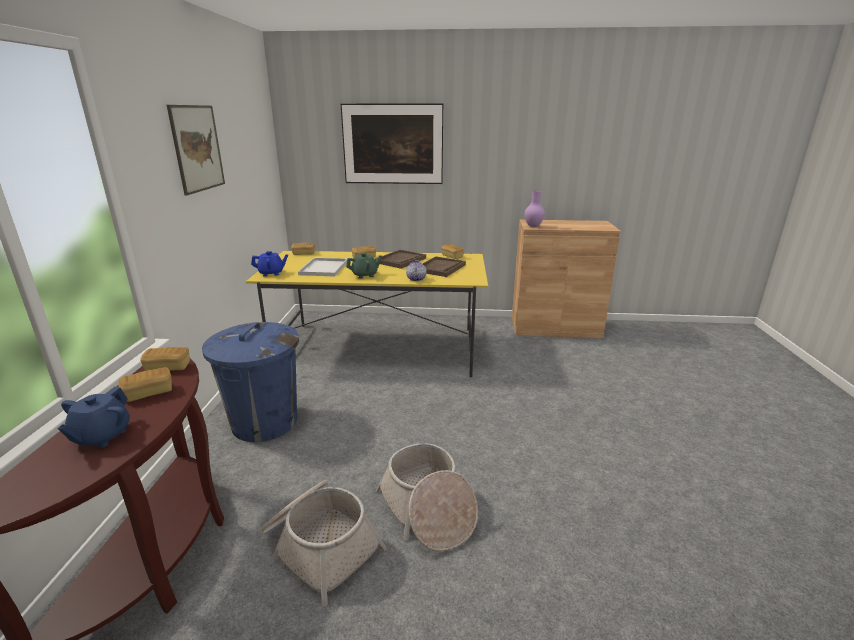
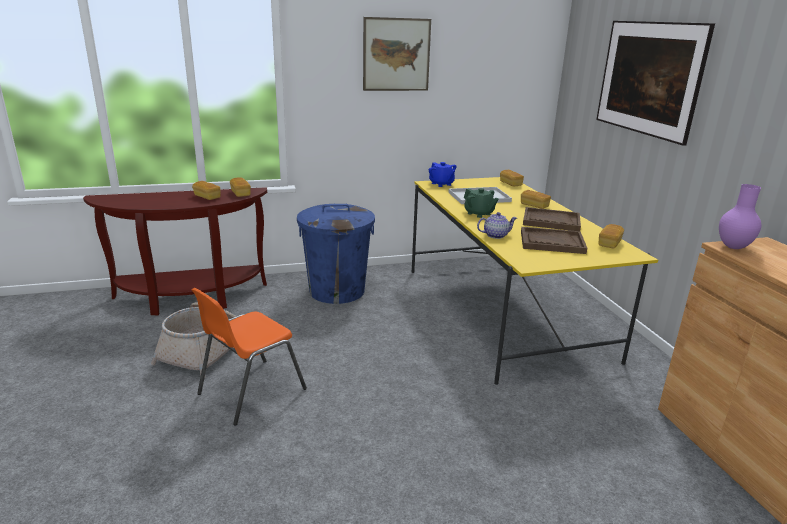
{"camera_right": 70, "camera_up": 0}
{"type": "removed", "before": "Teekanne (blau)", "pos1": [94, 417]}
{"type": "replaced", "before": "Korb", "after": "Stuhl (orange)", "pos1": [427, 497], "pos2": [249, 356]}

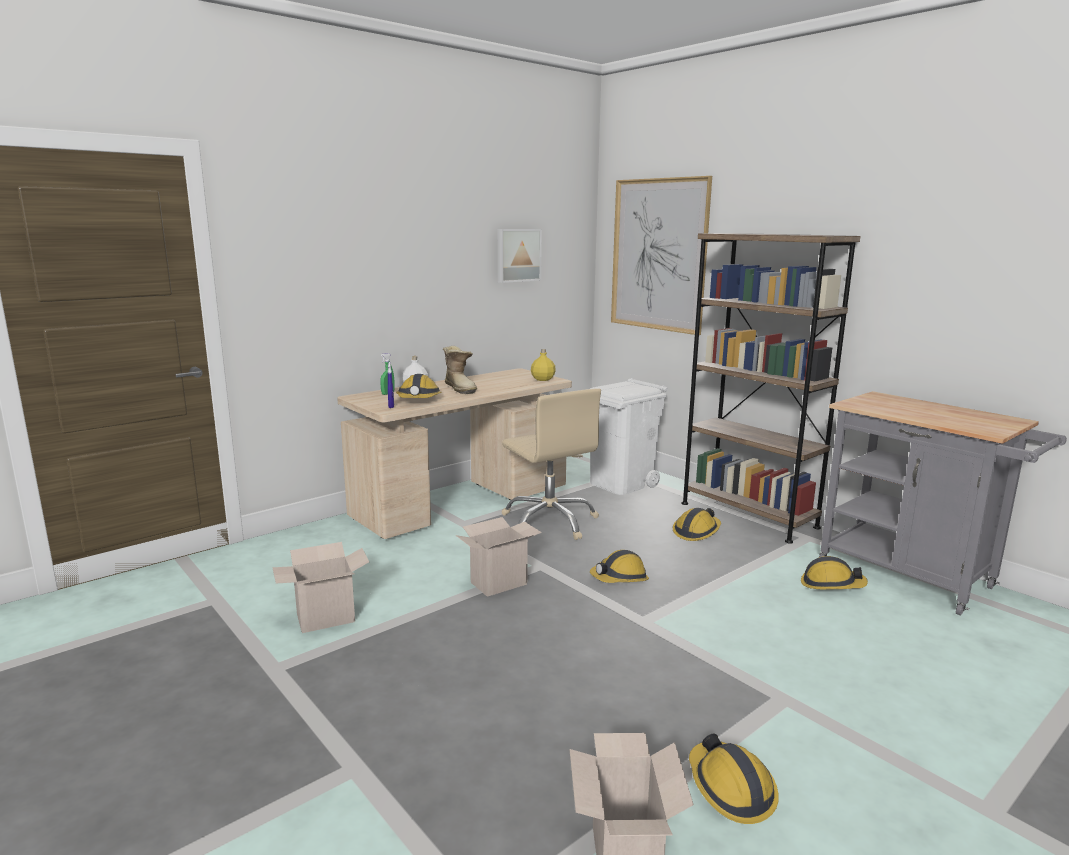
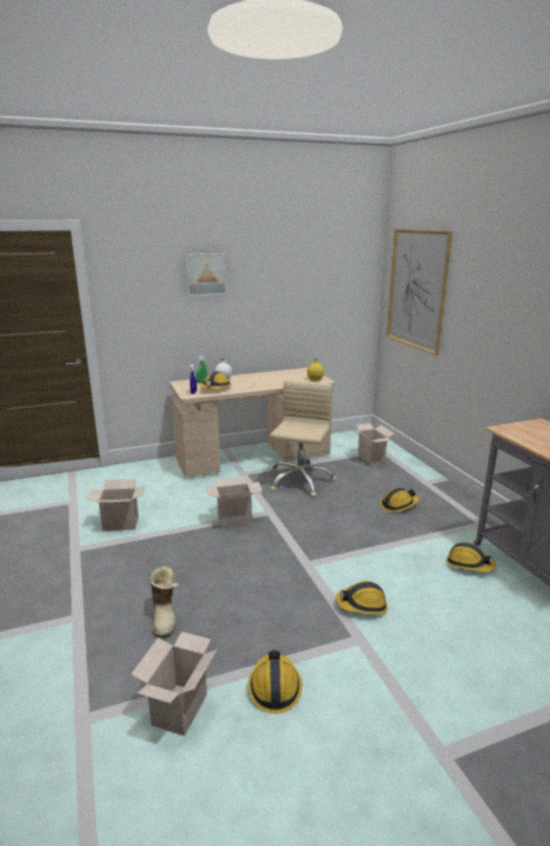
{"camera_right": 20, "camera_up": 5}
{"type": "moved", "before": "Stiefel", "pos1": [460, 370], "pos2": [164, 602]}
{"type": "moved", "before": "Bild", "pos1": [520, 256], "pos2": [206, 274]}
{"type": "turned", "before": "Bürostuhl (beige)", "pos1": [551, 464], "pos2": [303, 438], "turn": -150}
{"type": "replaced", "before": "Mülleimer (weiß)", "after": "Karton", "pos1": [629, 436], "pos2": [373, 444]}
{"type": "moved", "before": "Schutzhelm", "pos1": [619, 566], "pos2": [362, 597]}
{"type": "removed", "before": "Bücherregal (braun)", "pos1": [771, 388]}

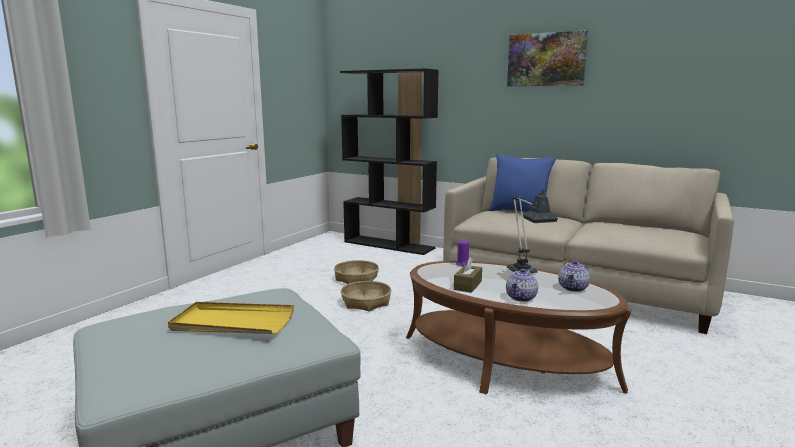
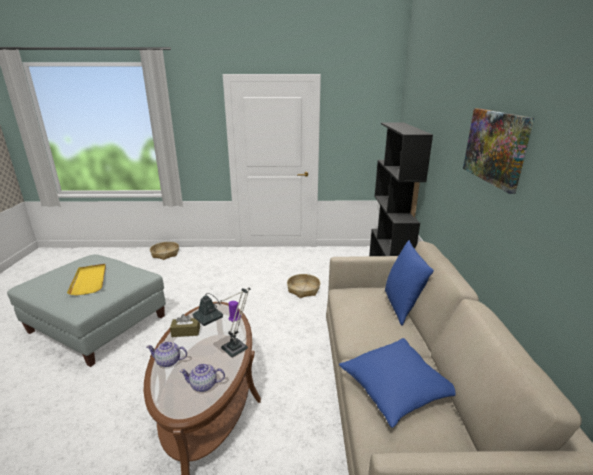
{"camera_right": 60, "camera_up": 10}
{"type": "moved", "before": "Korb", "pos1": [366, 296], "pos2": [164, 251]}
{"type": "added", "after": "Kissen (blau)", "pos2": [397, 383]}

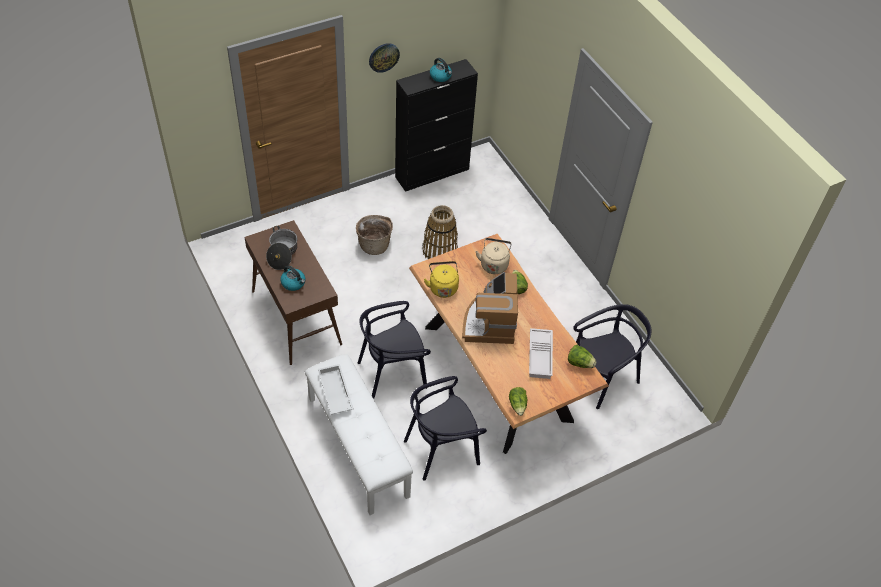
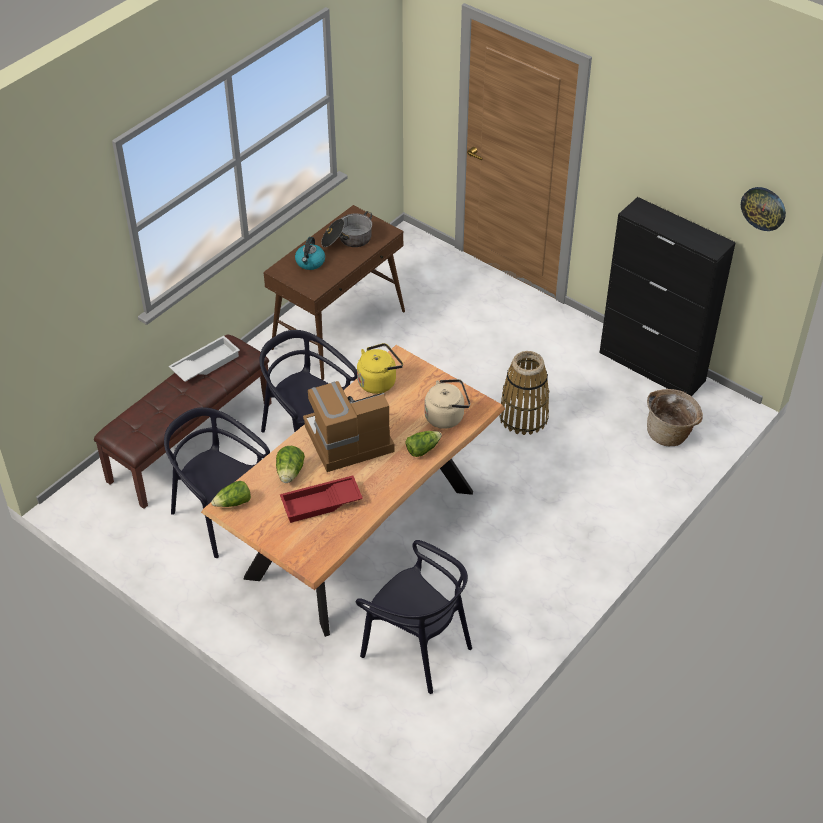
{"camera_right": 70, "camera_up": -5}
{"type": "recoloured", "before": "Bank (weiß)", "after": "Bank (braun)", "pos1": [359, 434], "pos2": [183, 421]}
{"type": "moved", "before": "Korb", "pos1": [374, 235], "pos2": [675, 417]}
{"type": "moved", "before": "Wanduhr", "pos1": [384, 58], "pos2": [763, 209]}
{"type": "removed", "before": "Wasserkessel", "pos1": [441, 70]}
{"type": "recoloured", "before": "Tablett (weiß)", "after": "Tablett (rot)", "pos1": [541, 353], "pos2": [321, 499]}
{"type": "moved", "before": "Salatkopf", "pos1": [582, 356], "pos2": [290, 464]}

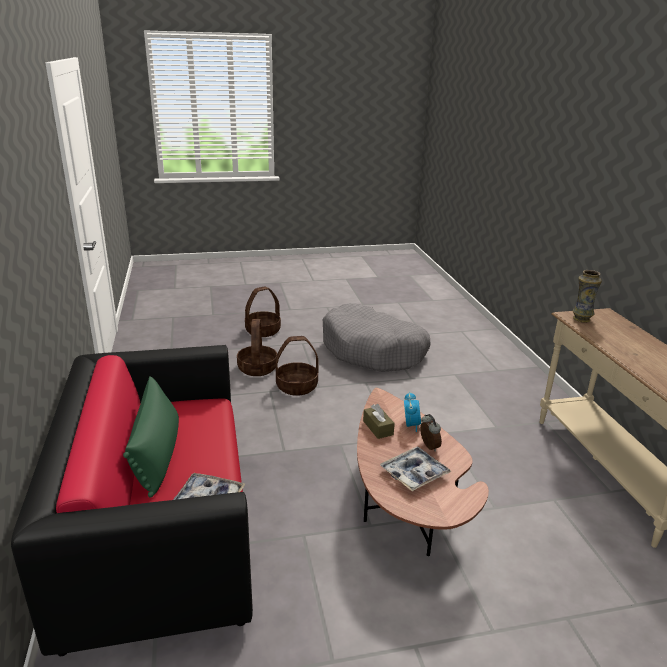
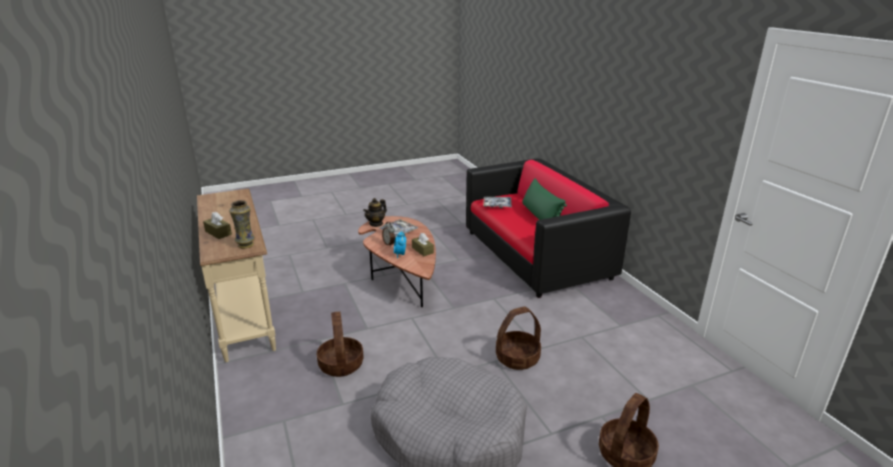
{"camera_right": 170, "camera_up": 0}
{"type": "moved", "before": "Korb", "pos1": [257, 347], "pos2": [340, 344]}
{"type": "added", "after": "Taschentuchbox (braun)", "pos2": [217, 225]}
{"type": "added", "after": "Teekanne", "pos2": [375, 212]}

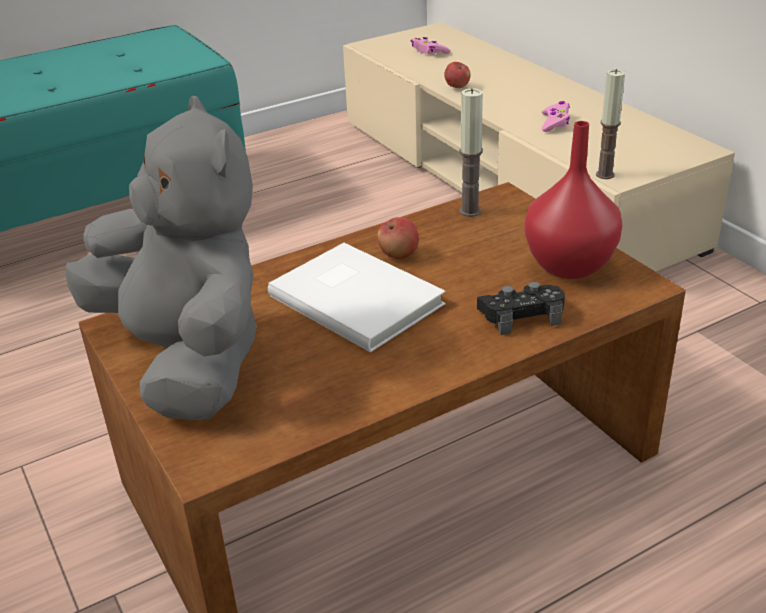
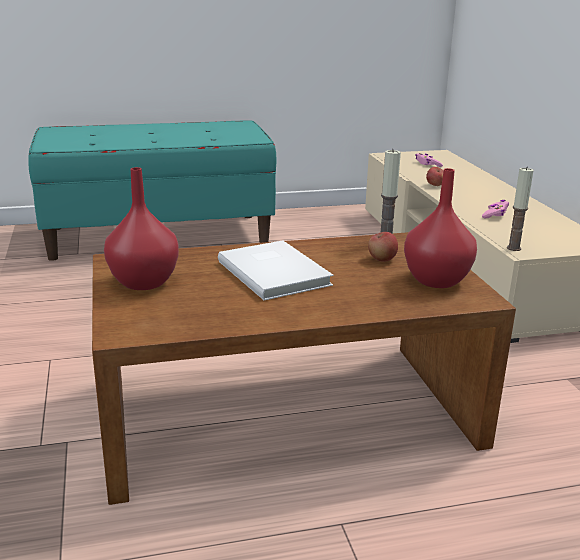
{"camera_right": 15, "camera_up": -10}
{"type": "replaced", "before": "Plüschtier (grau)", "after": "Vase (rot)", "pos1": [161, 258], "pos2": [141, 228]}
{"type": "moved", "before": "Apfel", "pos1": [398, 238], "pos2": [383, 247]}
{"type": "removed", "before": "Gamepad (schwarz)", "pos1": [521, 308]}

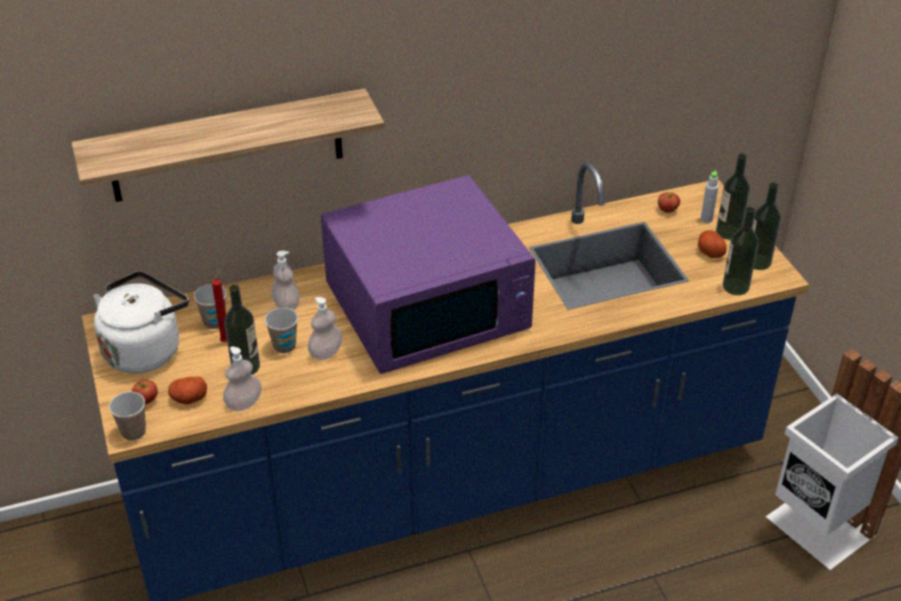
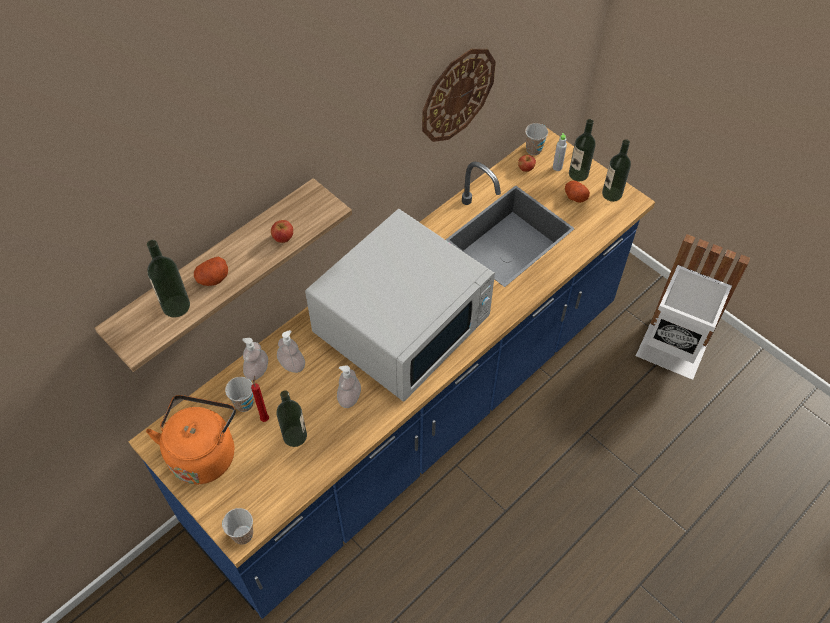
{"camera_right": -25, "camera_up": 15}
{"type": "recoloured", "before": "Wasserkessel (weiß)", "after": "Wasserkessel (orange)", "pos1": [141, 322], "pos2": [191, 439]}
{"type": "moved", "before": "Apfel", "pos1": [145, 392], "pos2": [282, 231]}
{"type": "moved", "before": "Kartoffel", "pos1": [187, 391], "pos2": [211, 271]}
{"type": "moved", "before": "Seifenspender", "pos1": [242, 378], "pos2": [255, 359]}
{"type": "moved", "before": "Tasse", "pos1": [281, 331], "pos2": [536, 139]}
{"type": "recoloured", "before": "Mikrowelle (lila)", "after": "Mikrowelle (weiß)", "pos1": [428, 274], "pos2": [400, 305]}
{"type": "moved", "before": "Flasche", "pos1": [741, 251], "pos2": [168, 279]}
{"type": "added", "after": "Wanduhr", "pos2": [459, 95]}

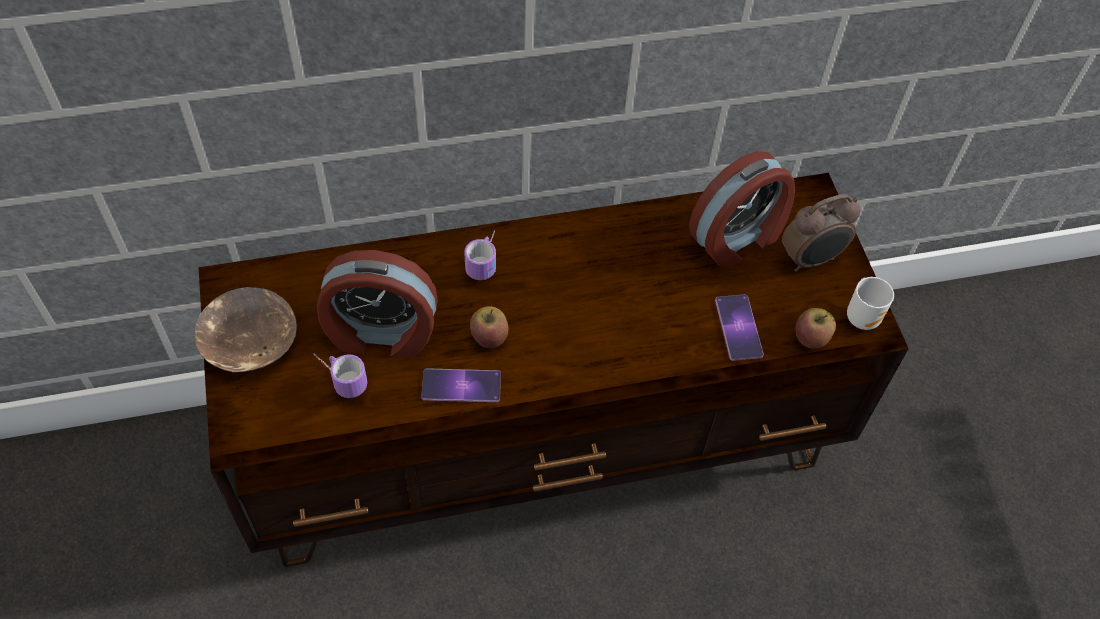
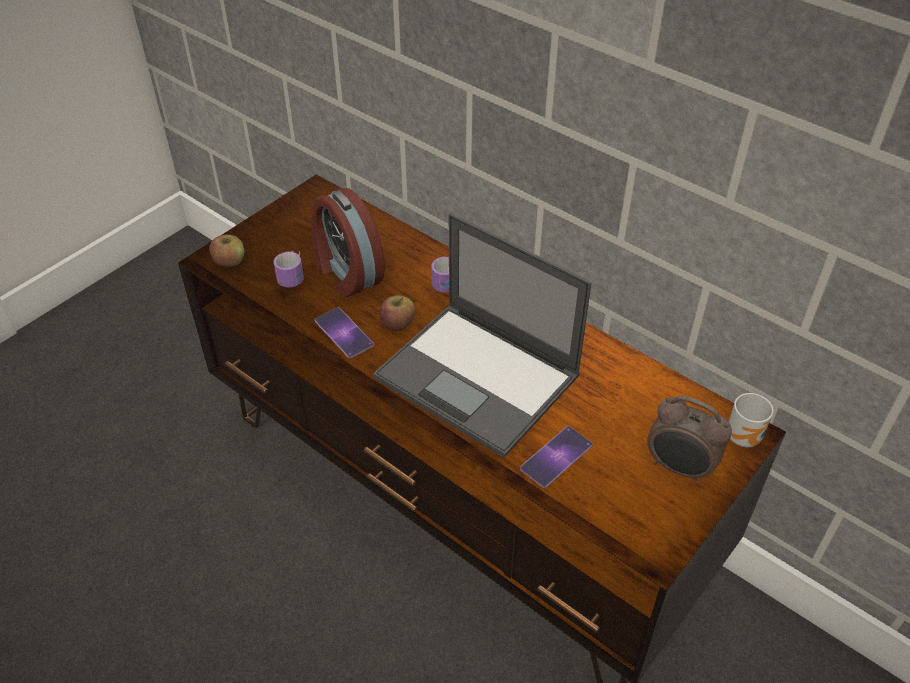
{"camera_right": 55, "camera_up": -10}
{"type": "removed", "before": "Schüssel (braun)", "pos1": [246, 330]}
{"type": "removed", "before": "Wecker", "pos1": [742, 209]}
{"type": "moved", "before": "Apfel", "pos1": [816, 328], "pos2": [226, 250]}
{"type": "moved", "before": "Henkelbecher", "pos1": [870, 303], "pos2": [751, 420]}
{"type": "added", "after": "Laptop", "pos2": [482, 335]}

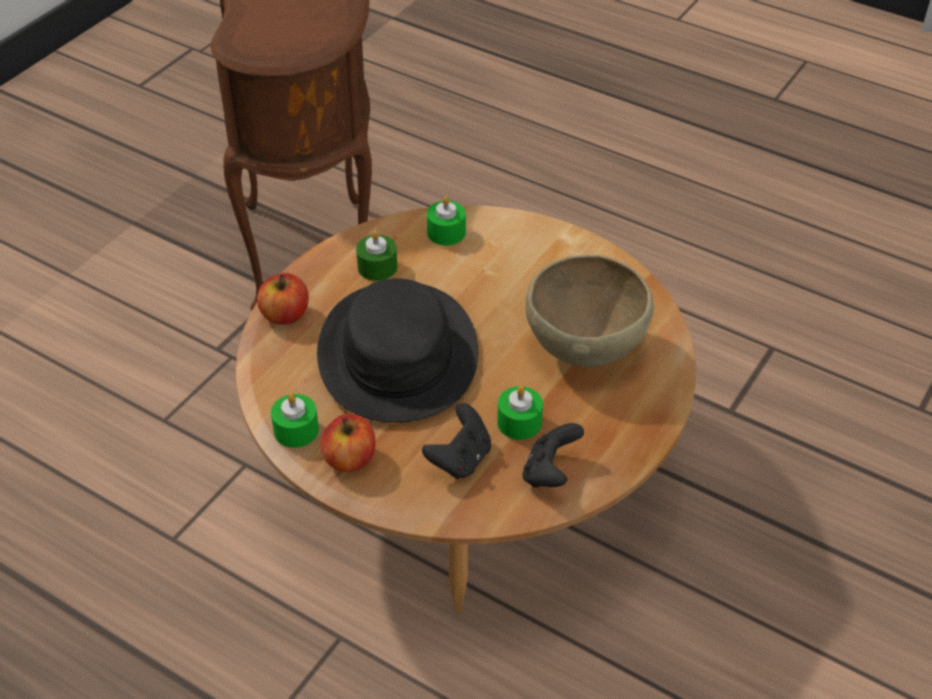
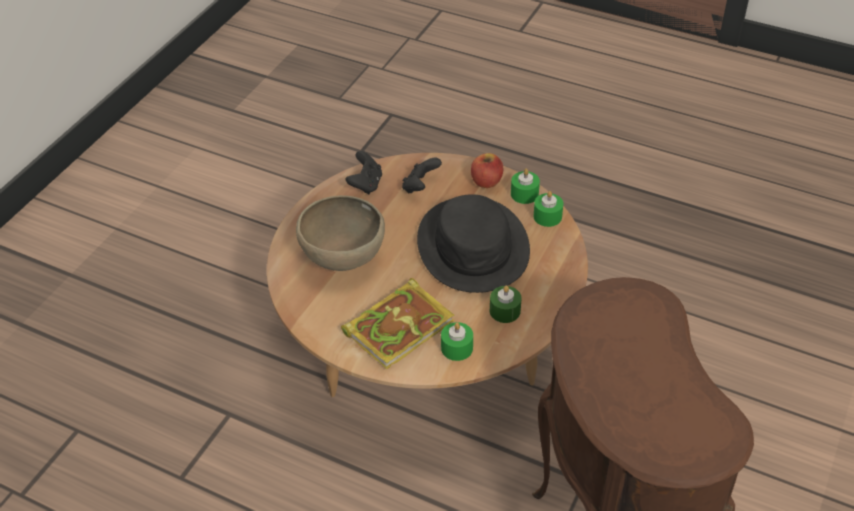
{"camera_right": 175, "camera_up": 0}
{"type": "removed", "before": "Apfel", "pos1": [283, 299]}
{"type": "moved", "before": "Kerze (grün)", "pos1": [520, 413], "pos2": [548, 209]}
{"type": "added", "after": "Buch", "pos2": [397, 323]}

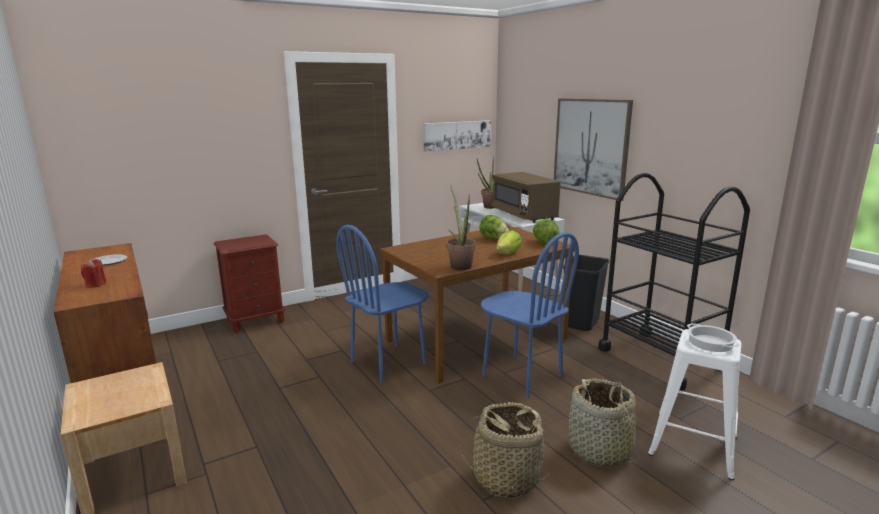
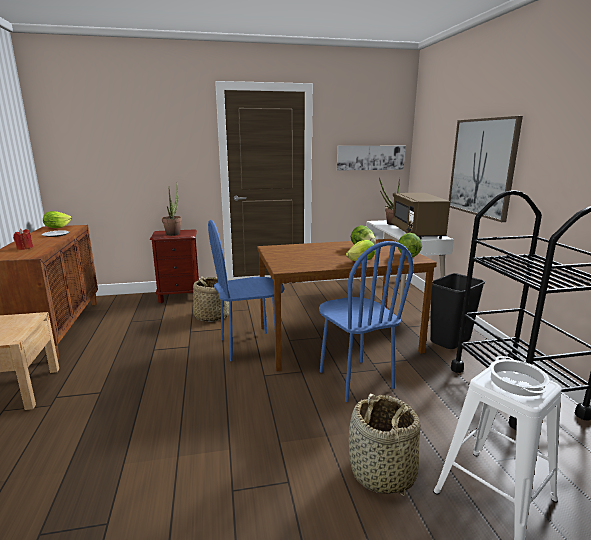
{"camera_right": 20, "camera_up": 0}
{"type": "moved", "before": "Topfpflanze", "pos1": [461, 227], "pos2": [172, 209]}
{"type": "moved", "before": "Korb", "pos1": [504, 450], "pos2": [211, 299]}
{"type": "added", "after": "Salatkopf", "pos2": [57, 219]}

